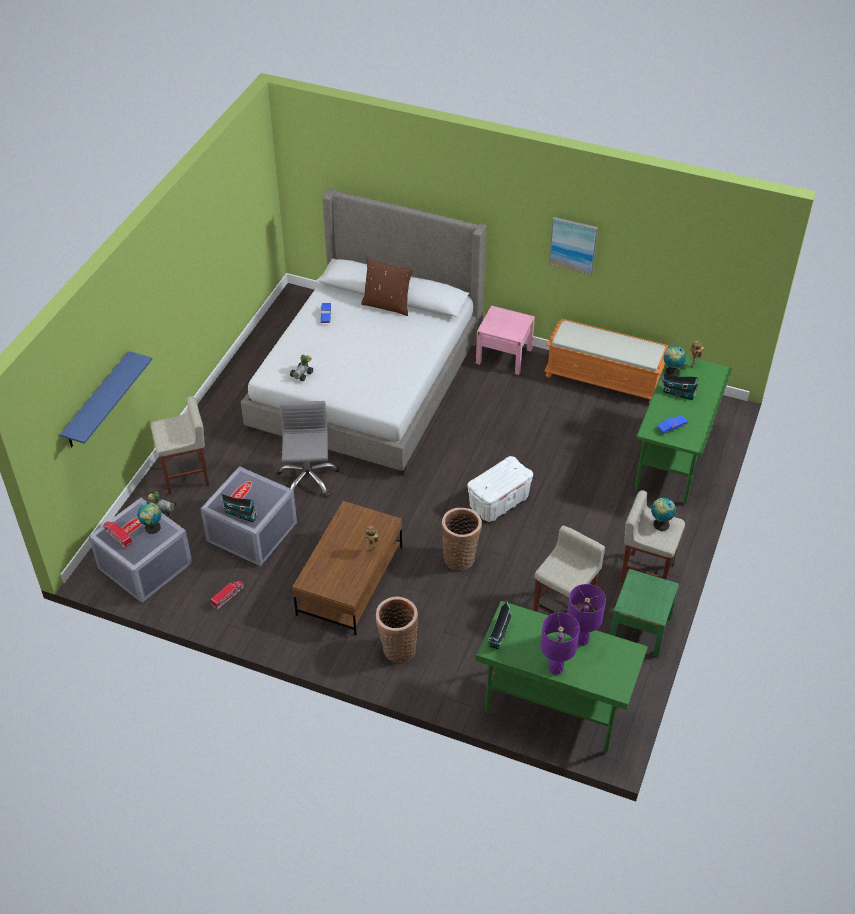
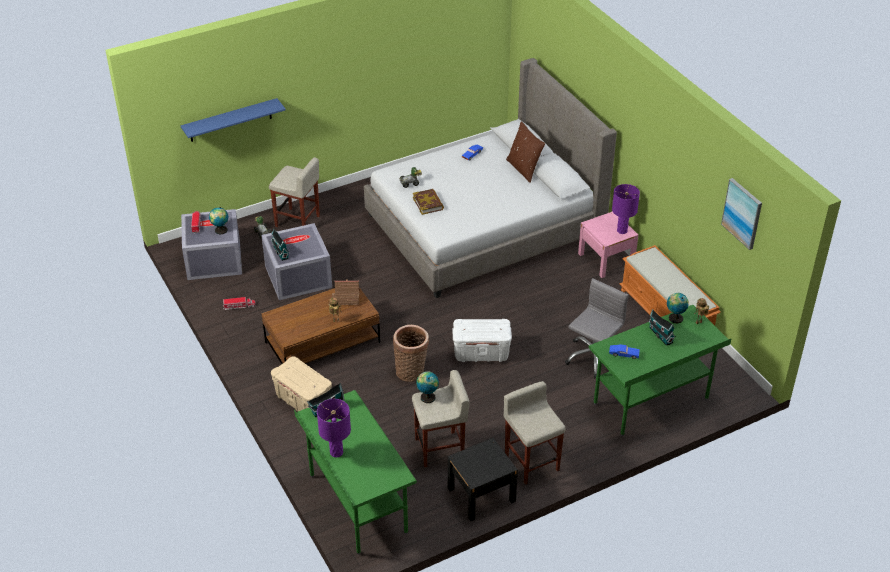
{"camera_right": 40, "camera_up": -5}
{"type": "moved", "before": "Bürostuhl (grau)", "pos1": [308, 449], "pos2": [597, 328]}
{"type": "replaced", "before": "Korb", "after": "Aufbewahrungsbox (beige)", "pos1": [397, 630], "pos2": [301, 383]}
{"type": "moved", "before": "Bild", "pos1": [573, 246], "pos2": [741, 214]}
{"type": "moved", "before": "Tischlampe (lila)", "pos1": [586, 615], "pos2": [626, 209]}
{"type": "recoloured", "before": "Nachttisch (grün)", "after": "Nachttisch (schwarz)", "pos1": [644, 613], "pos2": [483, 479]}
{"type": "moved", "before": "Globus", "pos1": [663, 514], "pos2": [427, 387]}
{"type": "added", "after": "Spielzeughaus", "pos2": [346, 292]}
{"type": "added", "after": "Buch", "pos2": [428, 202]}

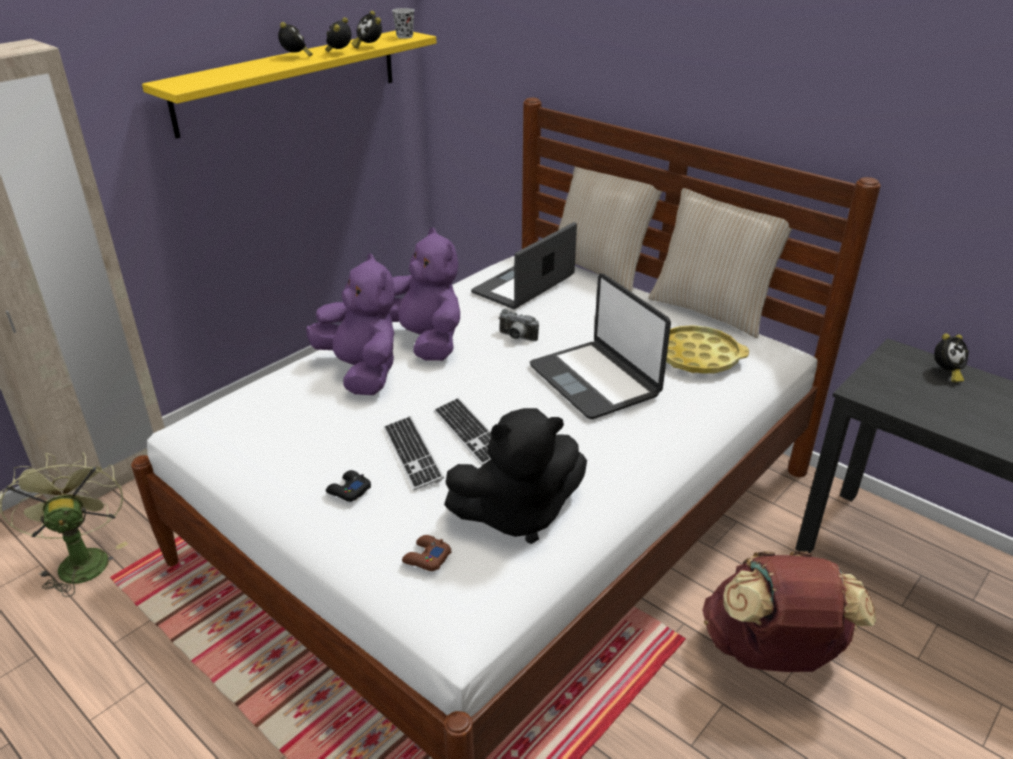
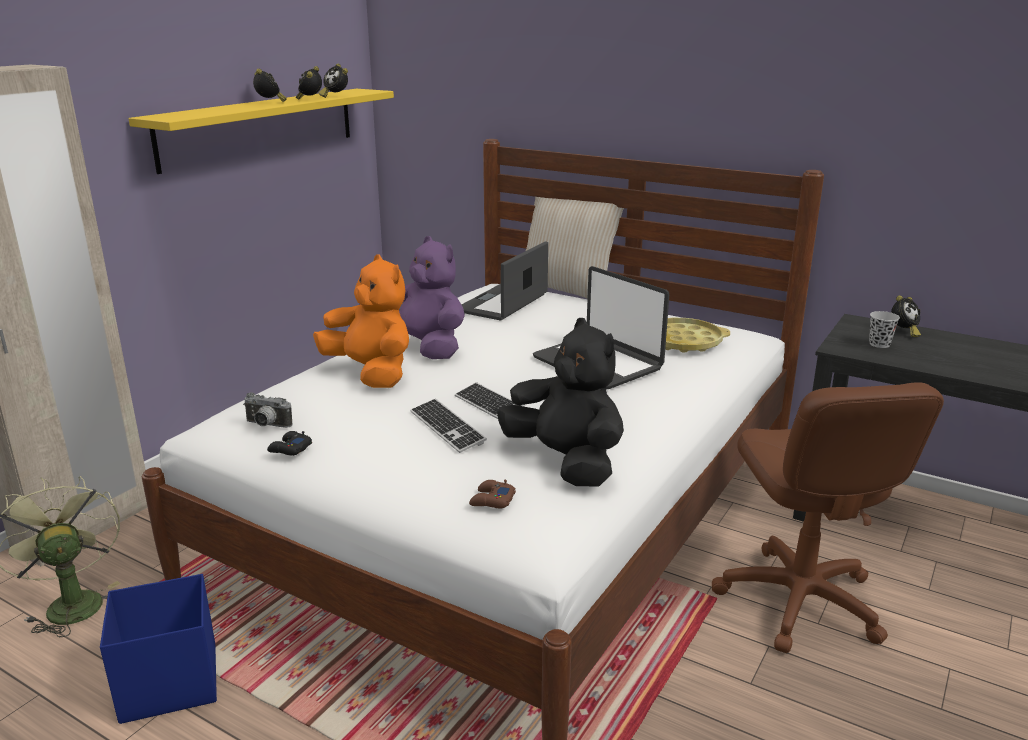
{"camera_right": -10, "camera_up": -10}
{"type": "recoloured", "before": "Plüschtier (lila)", "after": "Plüschtier (orange)", "pos1": [350, 324], "pos2": [361, 321]}
{"type": "moved", "before": "Gamepad (schwarz)", "pos1": [348, 486], "pos2": [289, 443]}
{"type": "moved", "before": "Tasse (schwarz)", "pos1": [403, 23], "pos2": [884, 329]}
{"type": "turned", "before": "Plüschtier (schwarz)", "pos1": [515, 476], "pos2": [560, 402], "turn": -105}
{"type": "moved", "before": "Kamera", "pos1": [518, 325], "pos2": [267, 410]}
{"type": "removed", "before": "Kissen (beige)", "pos1": [720, 263]}
{"type": "replaced", "before": "Rucksack (braun)", "after": "Bürostuhl (braun)", "pos1": [789, 611], "pos2": [828, 517]}
{"type": "added", "after": "Aufbewahrungsbox (blau)", "pos2": [158, 649]}

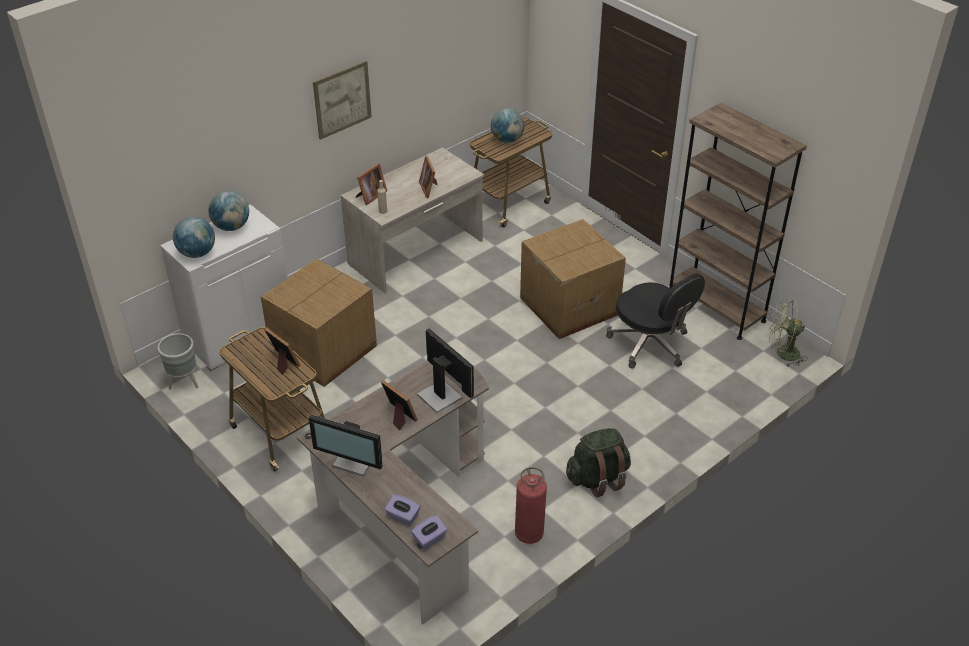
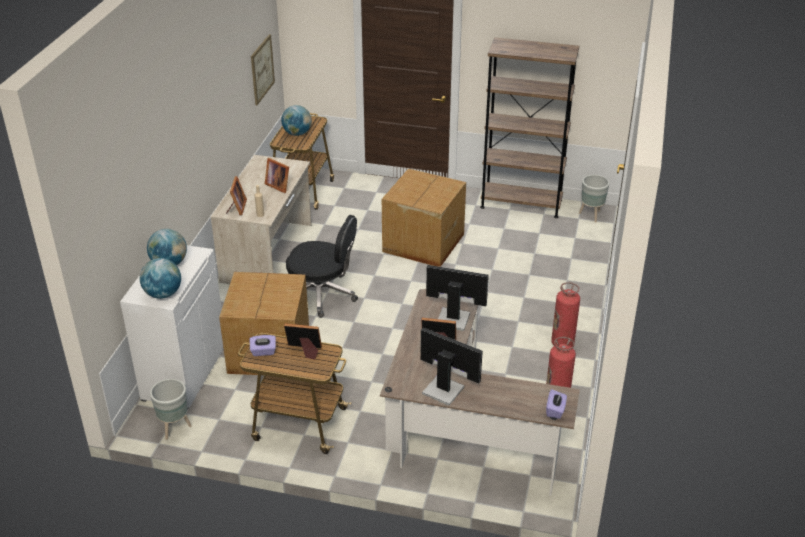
{"camera_right": -35, "camera_up": -5}
{"type": "turned", "before": "Monitor", "pos1": [346, 446], "pos2": [451, 366], "turn": -135}
{"type": "moved", "before": "Bild", "pos1": [342, 100], "pos2": [263, 69]}
{"type": "moved", "before": "Taschentuchbox (lila)", "pos1": [402, 510], "pos2": [263, 345]}
{"type": "replaced", "before": "Rucksack (grün)", "after": "Feuerlöscher", "pos1": [598, 462], "pos2": [565, 314]}
{"type": "moved", "before": "Bürostuhl (schwarz)", "pos1": [655, 321], "pos2": [322, 266]}
{"type": "replaced", "before": "Ventilator (grün)", "after": "Pflanzkübel (grau)", "pos1": [788, 333], "pos2": [594, 199]}

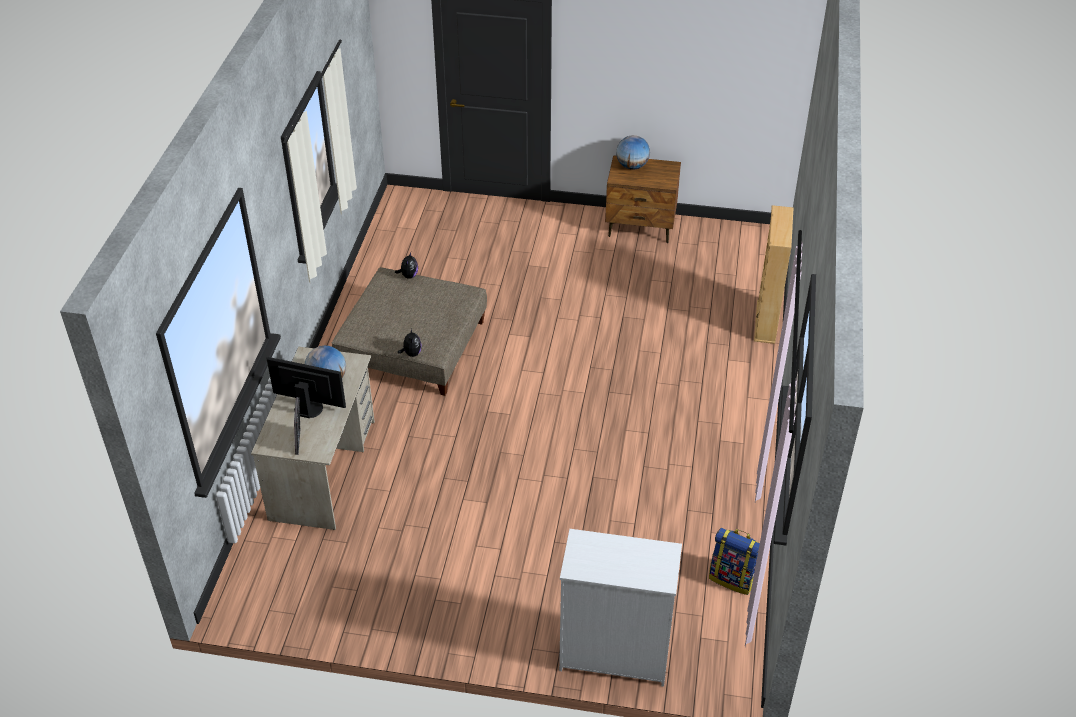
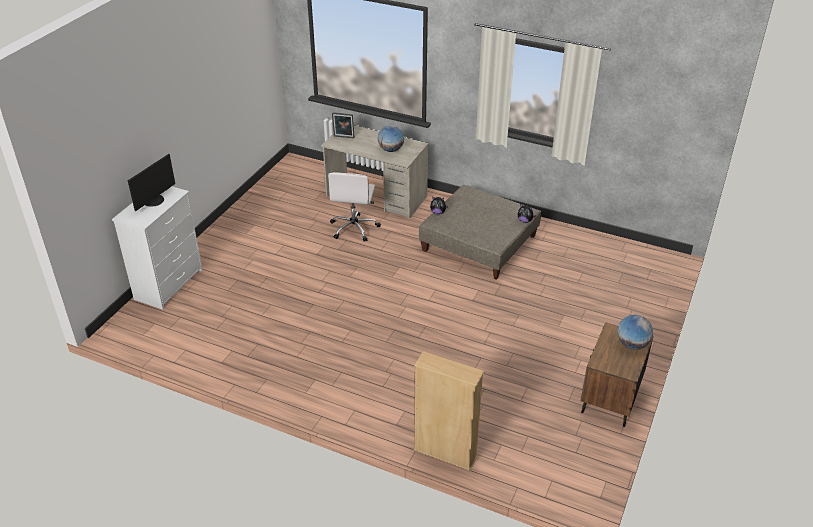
{"camera_right": 105, "camera_up": -5}
{"type": "moved", "before": "Monitor", "pos1": [306, 387], "pos2": [151, 182]}
{"type": "removed", "before": "Rucksack", "pos1": [734, 561]}
{"type": "added", "after": "Bürostuhl (weiß)", "pos2": [354, 207]}

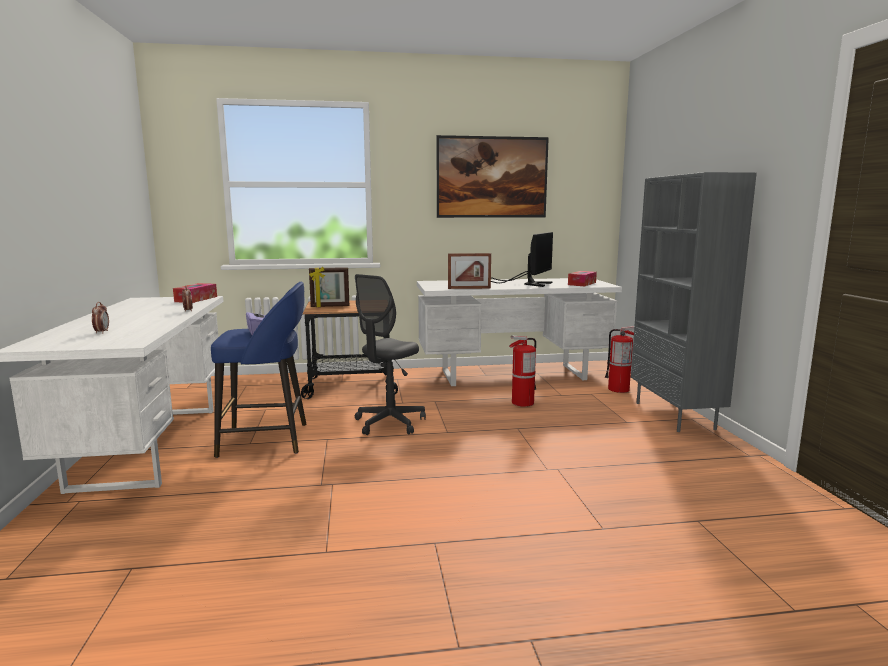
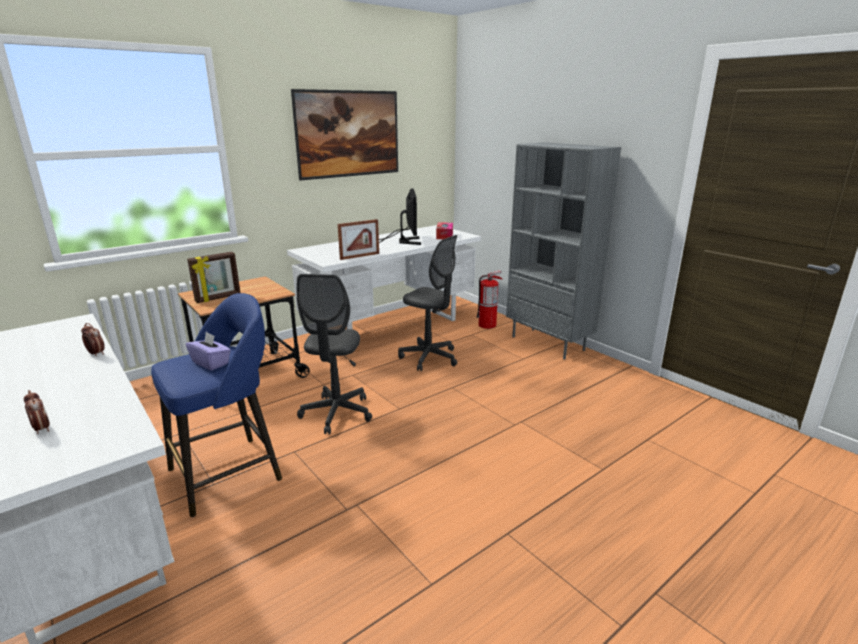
{"camera_right": -30, "camera_up": 10}
{"type": "removed", "before": "Taschentuchbox", "pos1": [195, 293]}
{"type": "replaced", "before": "Feuerlöscher", "after": "Bürostuhl (grau)", "pos1": [522, 371], "pos2": [427, 303]}

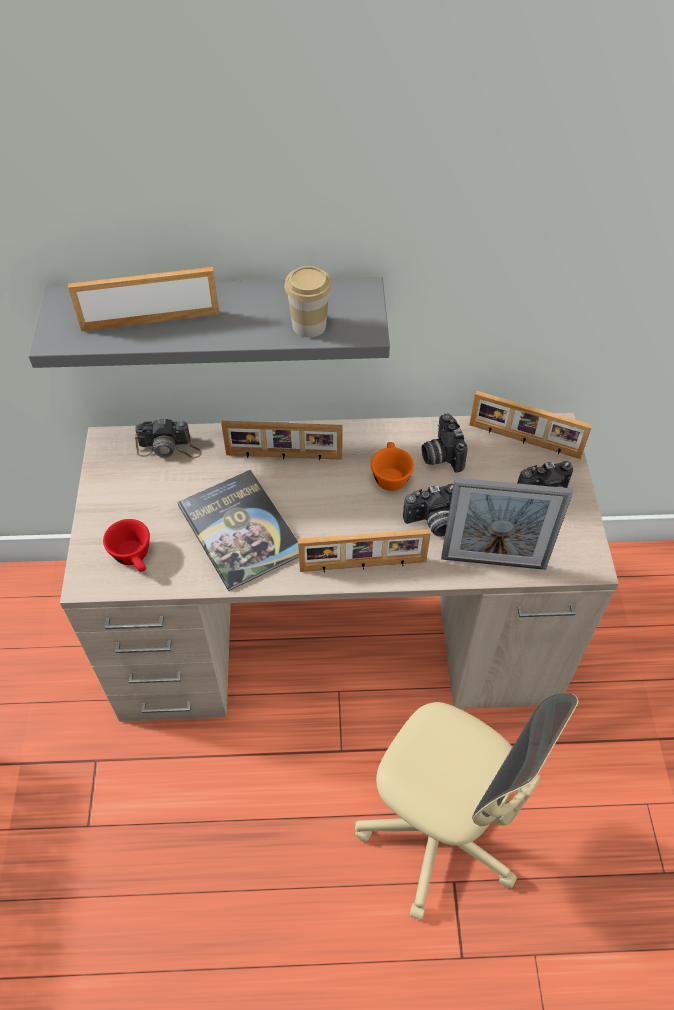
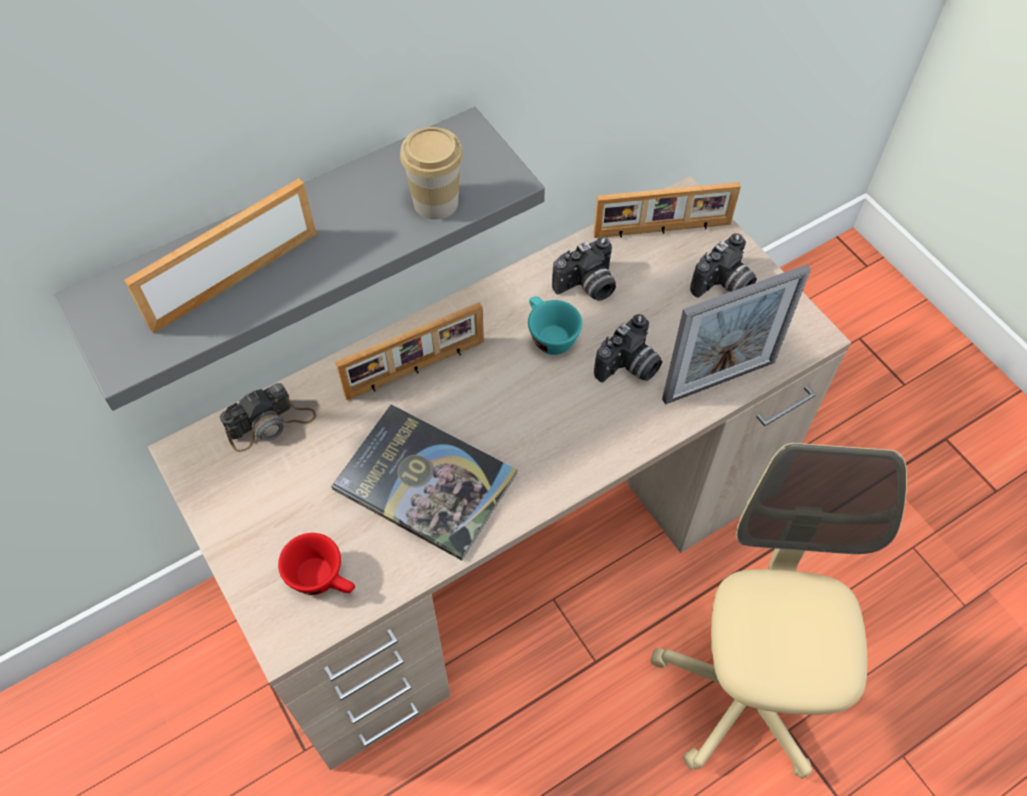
{"camera_right": -30, "camera_up": 5}
{"type": "removed", "before": "Bilderrahmen", "pos1": [364, 551]}
{"type": "turned", "before": "Bürostuhl (beige)", "pos1": [466, 806], "pos2": [779, 611], "turn": -90}
{"type": "recoloured", "before": "Tasse (orange)", "after": "Tasse (türkis)", "pos1": [392, 466], "pos2": [555, 325]}
{"type": "turned", "before": "Kamera", "pos1": [444, 443], "pos2": [584, 269], "turn": -75}

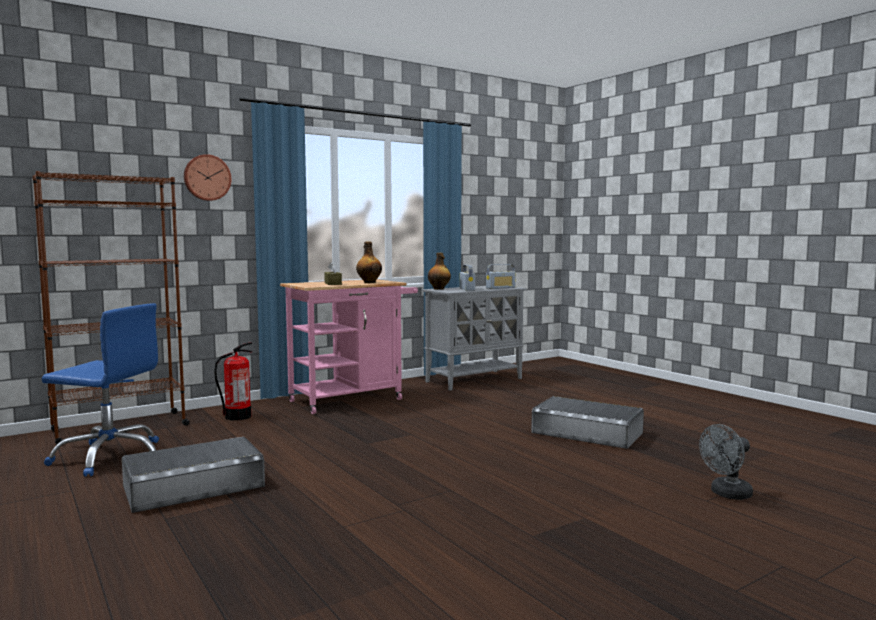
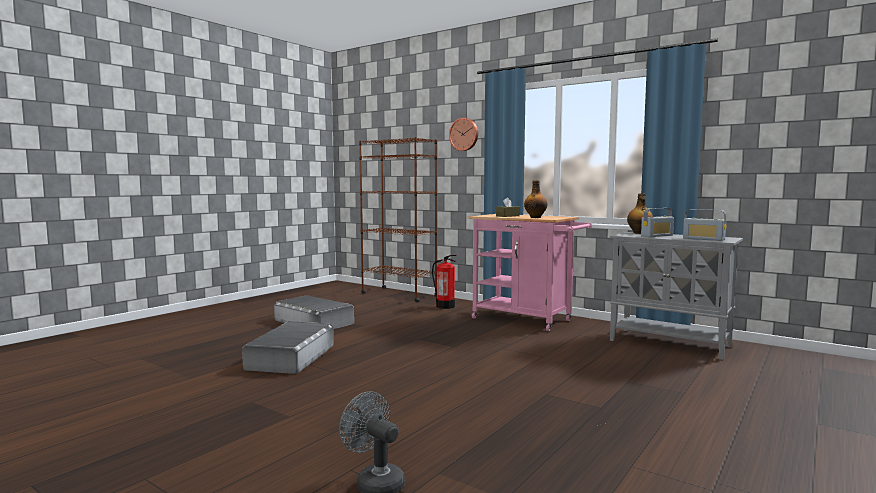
{"camera_right": 70, "camera_up": 0}
{"type": "removed", "before": "Bürostuhl (blau)", "pos1": [100, 390]}
{"type": "moved", "before": "Aufbewahrungsbox (grau)", "pos1": [587, 422], "pos2": [288, 347]}

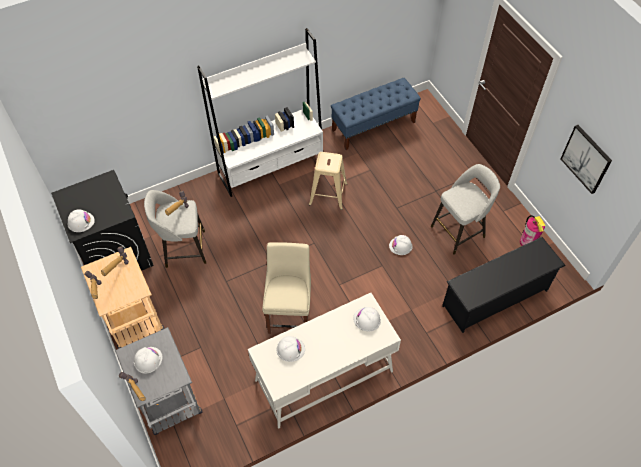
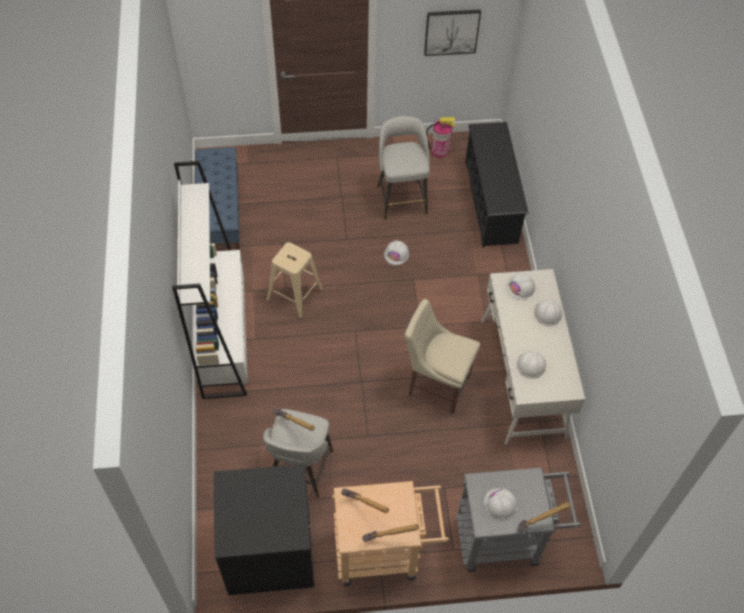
{"camera_right": -70, "camera_up": 0}
{"type": "moved", "before": "Schutzhelm (weiß)", "pos1": [81, 220], "pos2": [548, 312]}

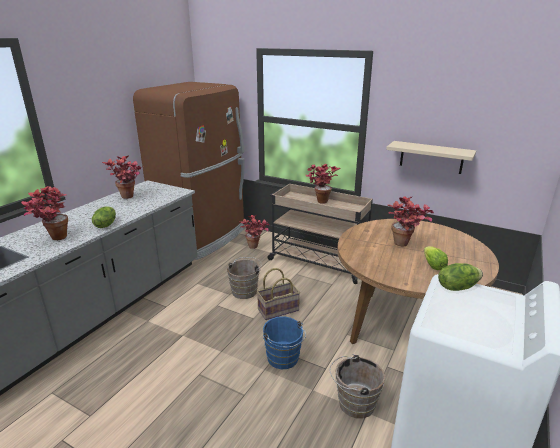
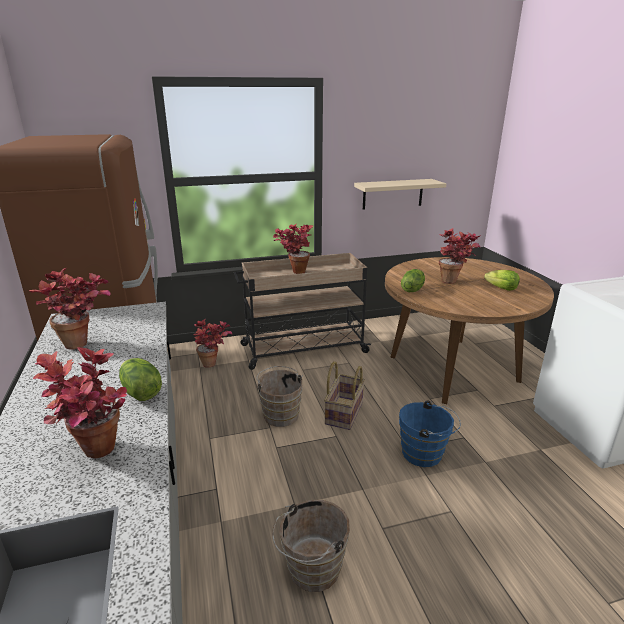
{"camera_right": -45, "camera_up": 0}
{"type": "moved", "before": "Eimer (braun)", "pos1": [357, 386], "pos2": [311, 546]}
{"type": "moved", "before": "Salatkopf", "pos1": [460, 277], "pos2": [413, 280]}

